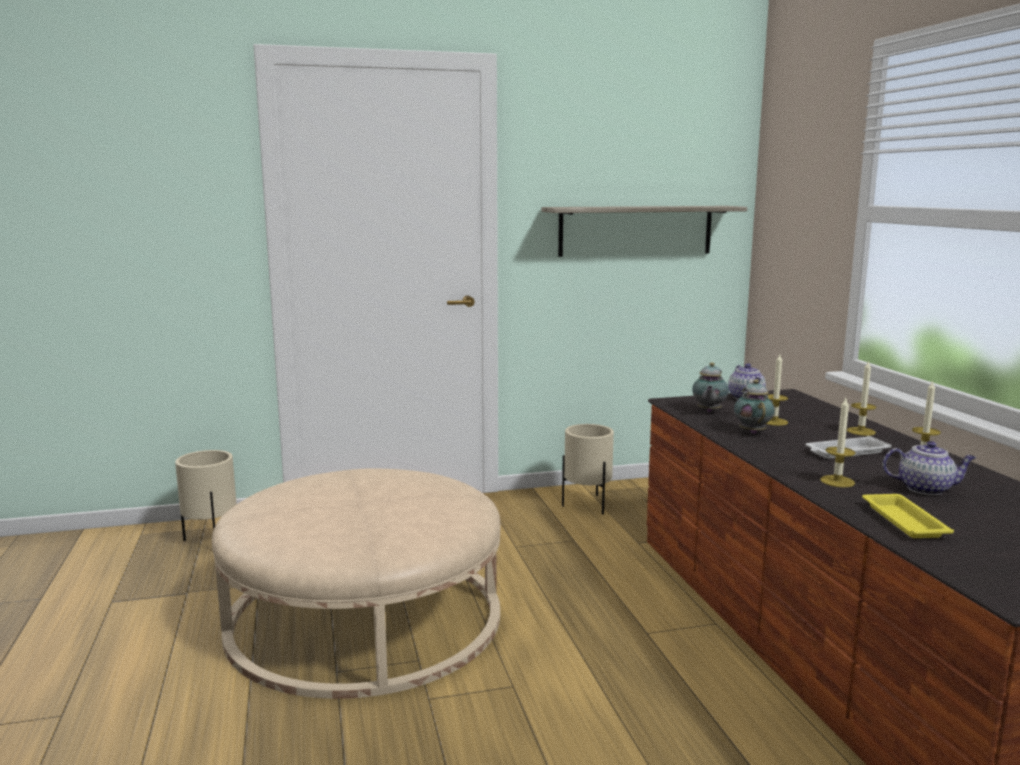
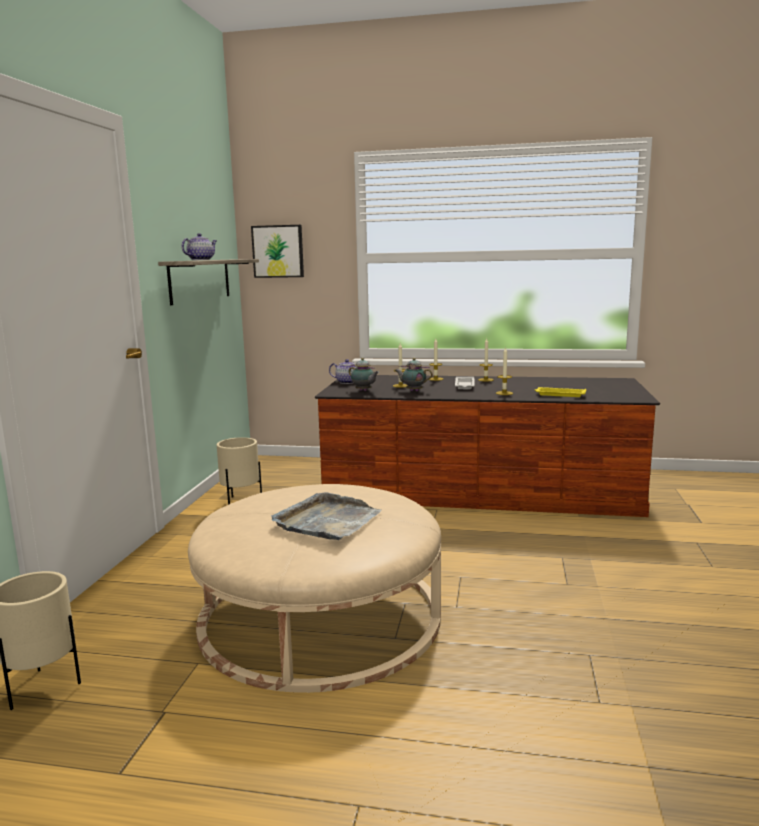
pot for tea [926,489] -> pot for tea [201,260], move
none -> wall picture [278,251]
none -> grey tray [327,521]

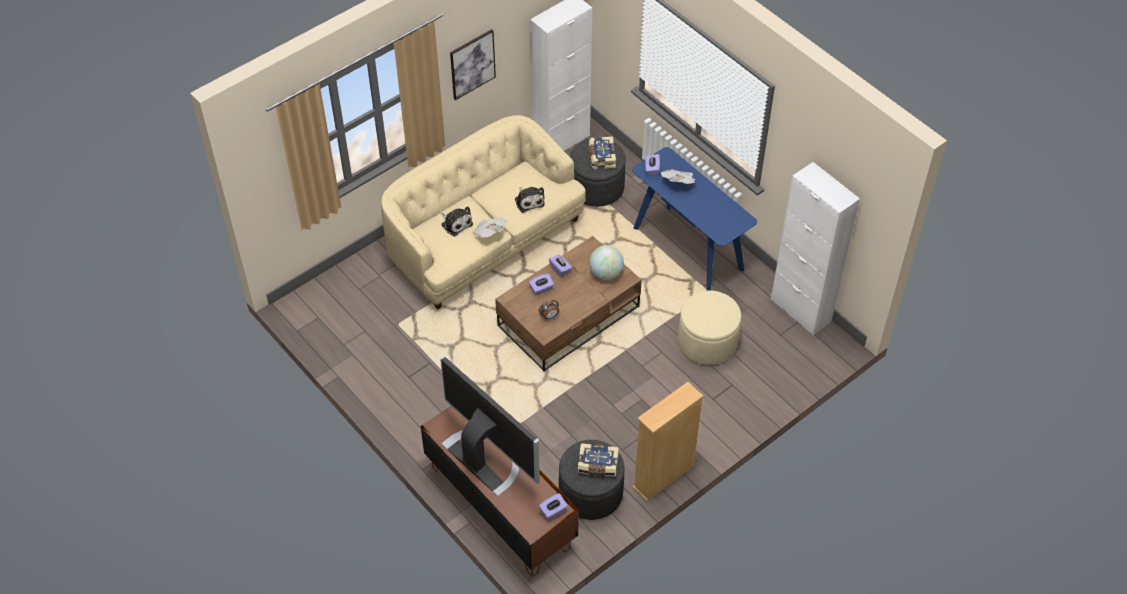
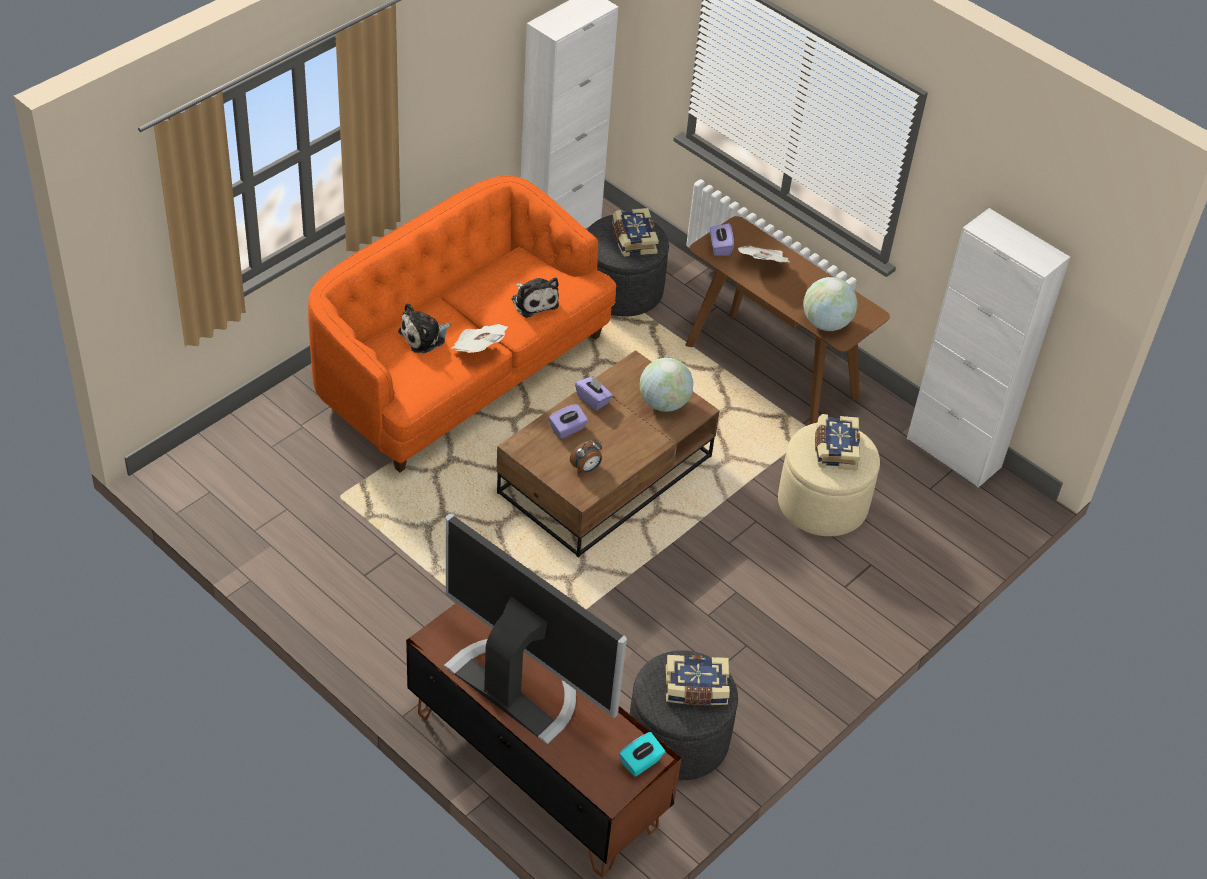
beige-coloured couch [484,240] -> orange-coloured couch [460,369]
soft toy [456,223] -> soft toy [424,336], 105 degrees clockwise
purple tissue box [553,511] -> blue-green tissue box [641,762]
bluish console table [688,248] -> brown-coloured console table [772,371]
none -> globe [826,323]
none -> book [834,449]
wall picture [472,64] -> none
beige-coloured bookcase [663,476] -> none

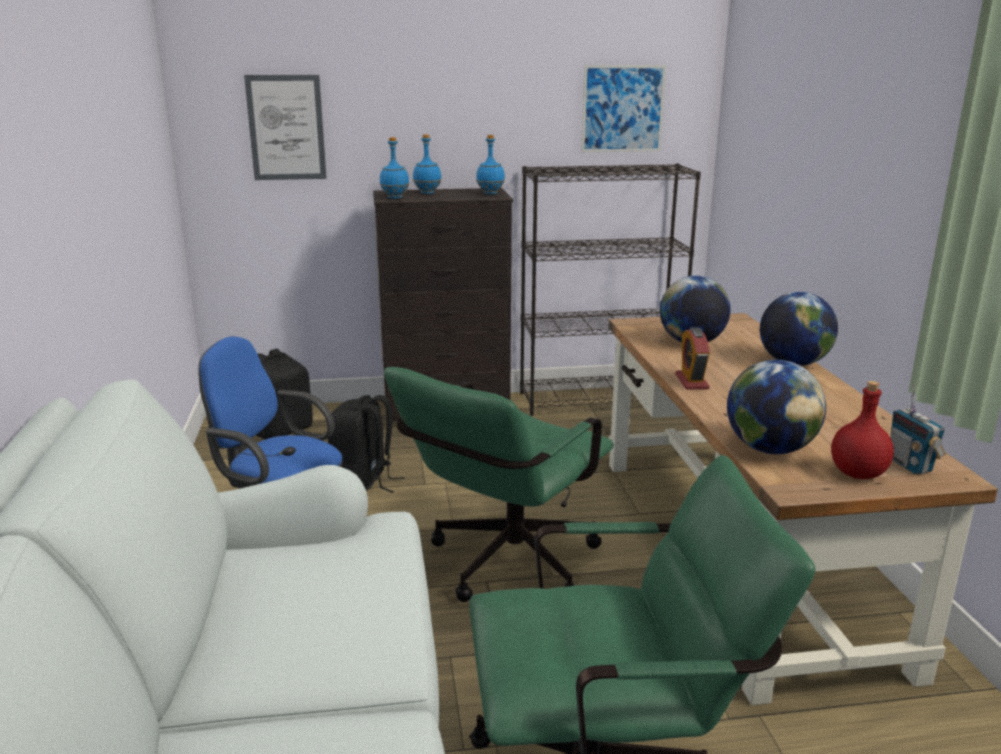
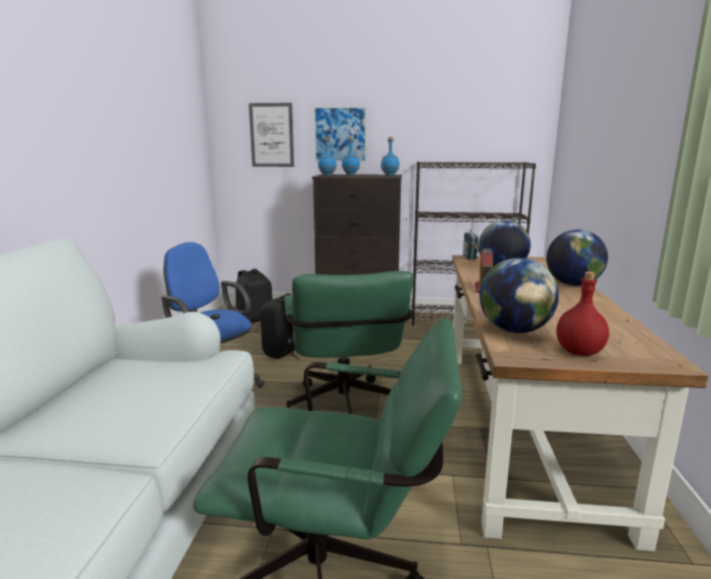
green office chair [504,567] -> green office chair [345,412], 60 degrees counterclockwise
wall picture [622,109] -> wall picture [340,134], move
radio [910,465] -> radio [470,258], move

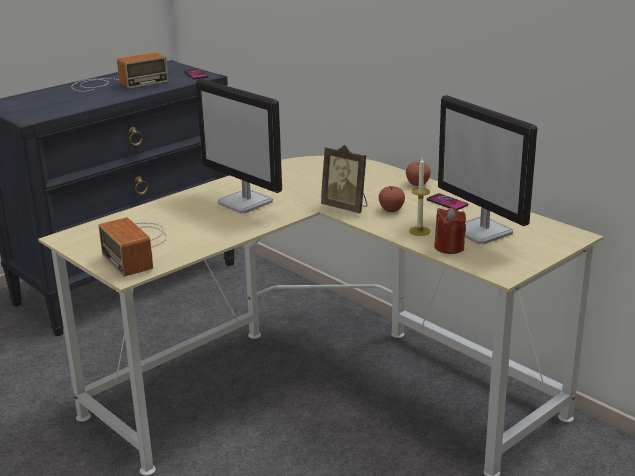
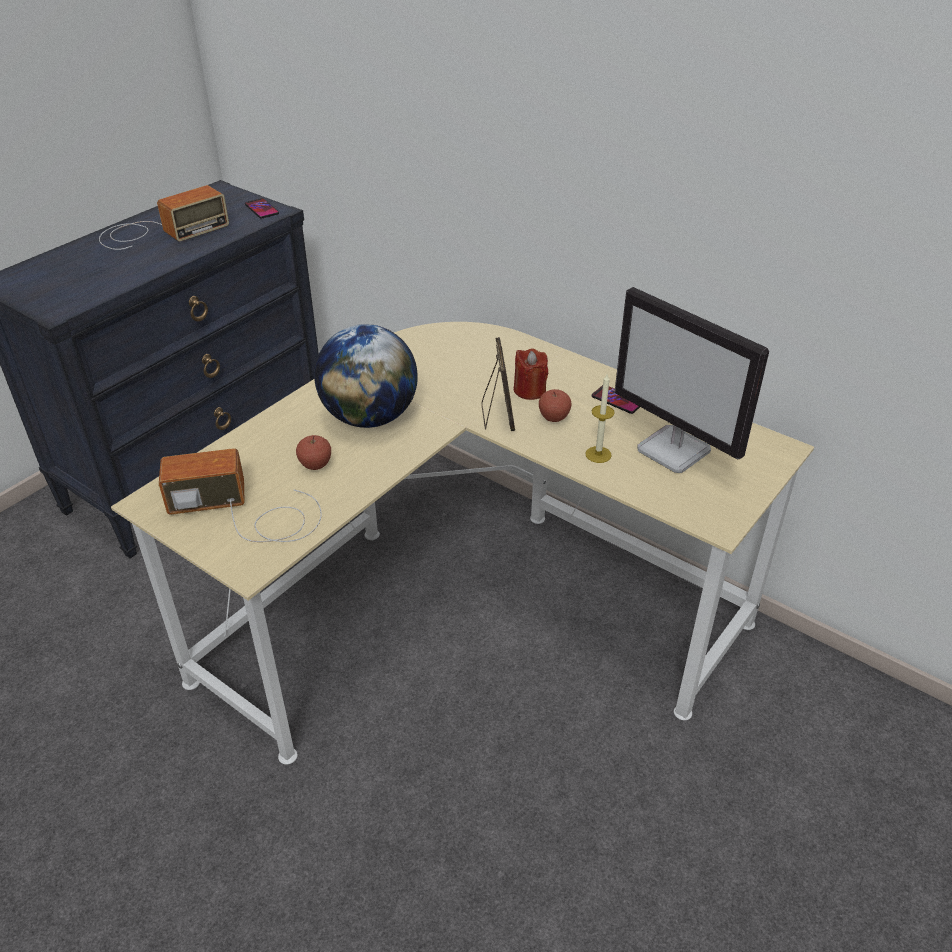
radio [136,246] -> radio [247,512], 120 degrees clockwise
apple [417,184] -> apple [315,465], move
computer screen [246,203] -> globe [369,417]
standing frame [346,207] -> standing frame [497,417], 120 degrees counterclockwise
red candle [449,247] -> red candle [529,390], move

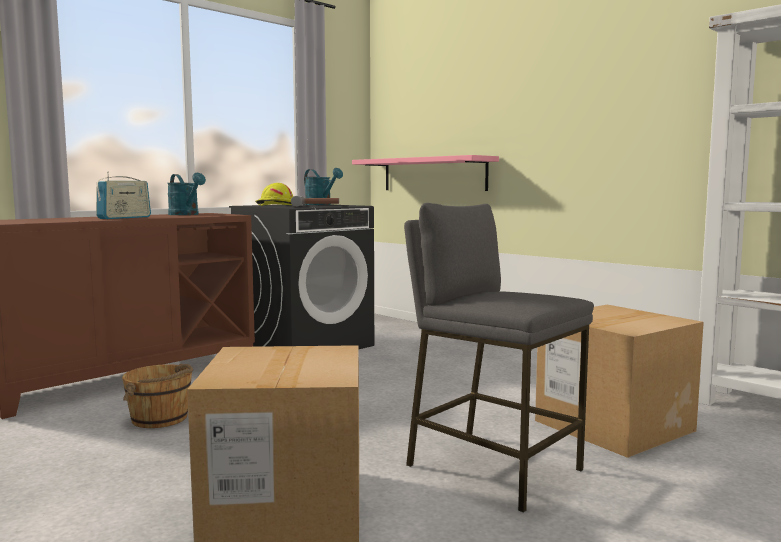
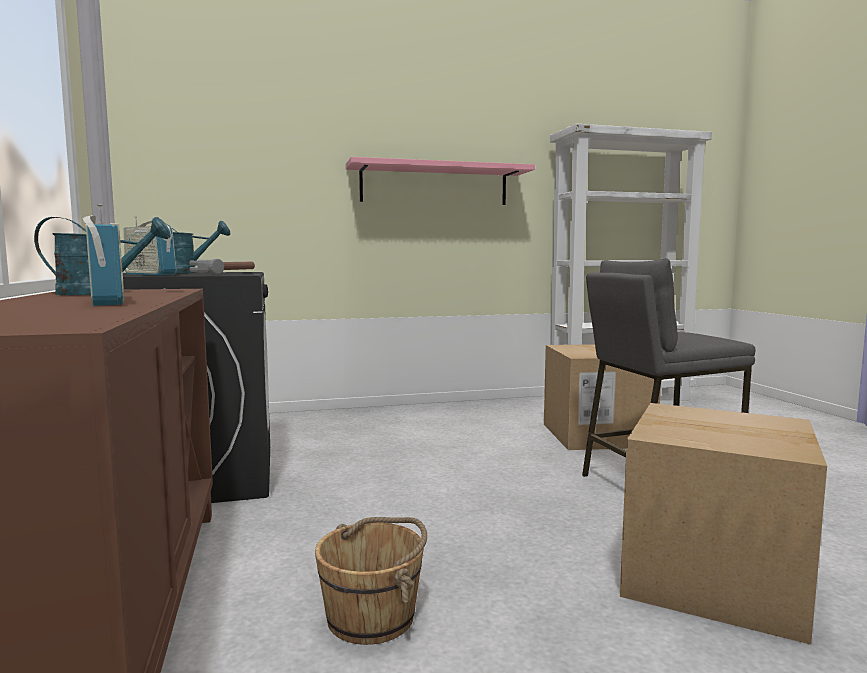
yellowish safety helmet [274,205] -> radio [150,274]
pinkish wall shelf [433,174] -> pinkish wall shelf [434,185], move

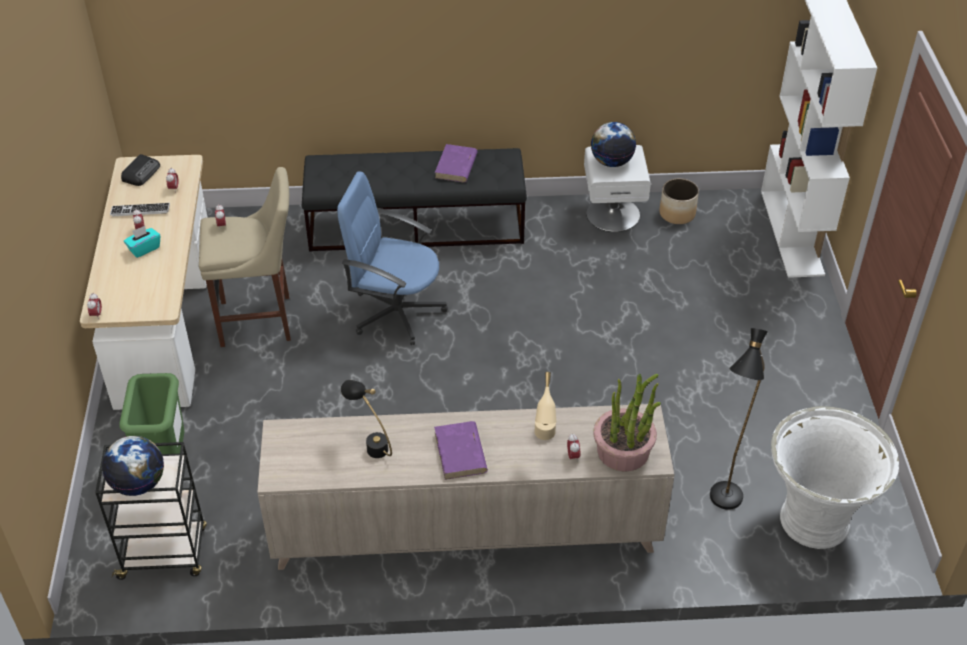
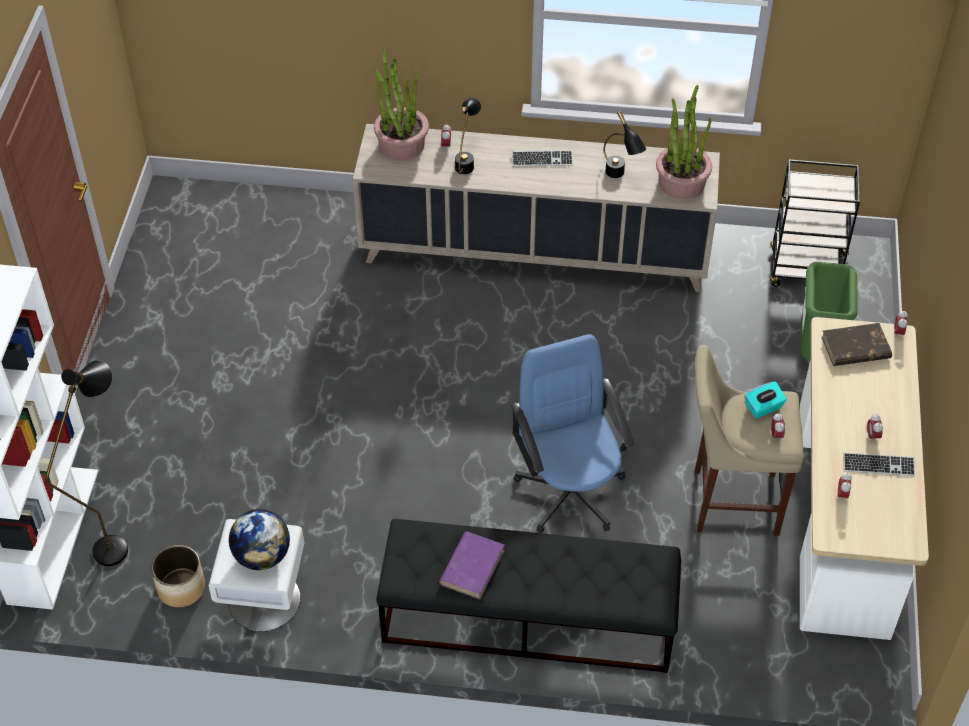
black standard lamp [723,506] -> black standard lamp [119,541], move
beige-coloured lamp for a table [544,440] -> black lamp for a table [466,161]
bluish office chair [396,311] -> bluish office chair [570,491], 135 degrees counterclockwise
purple book [460,453] -> PC keyboard [542,160]
none -> plant in a pot [681,182]
blue-green tissue box [144,248] -> blue-green tissue box [763,408], move
none -> brown-coloured book [855,348]
globe [139,484] -> none
radio [141,173] -> none
white-coloured flower pot [815,519] -> none

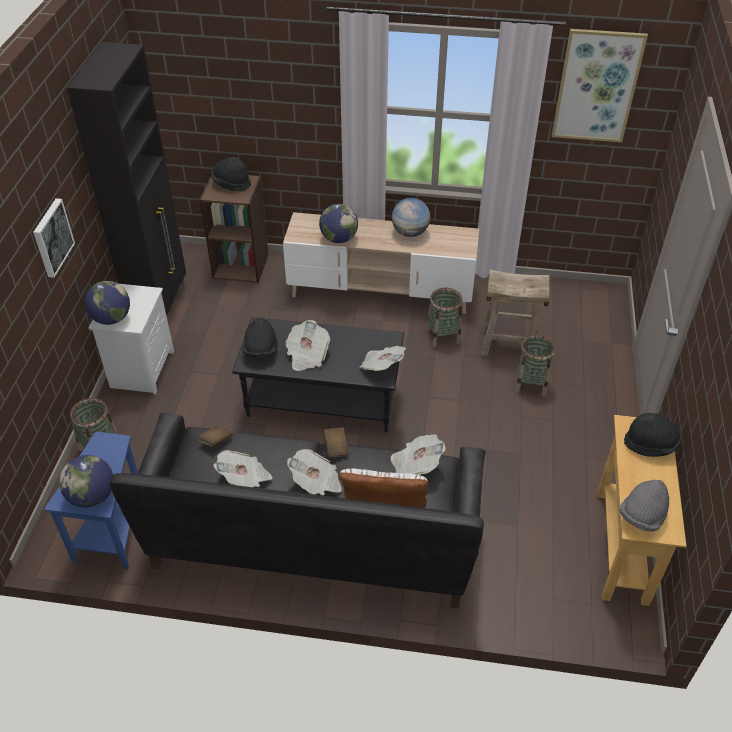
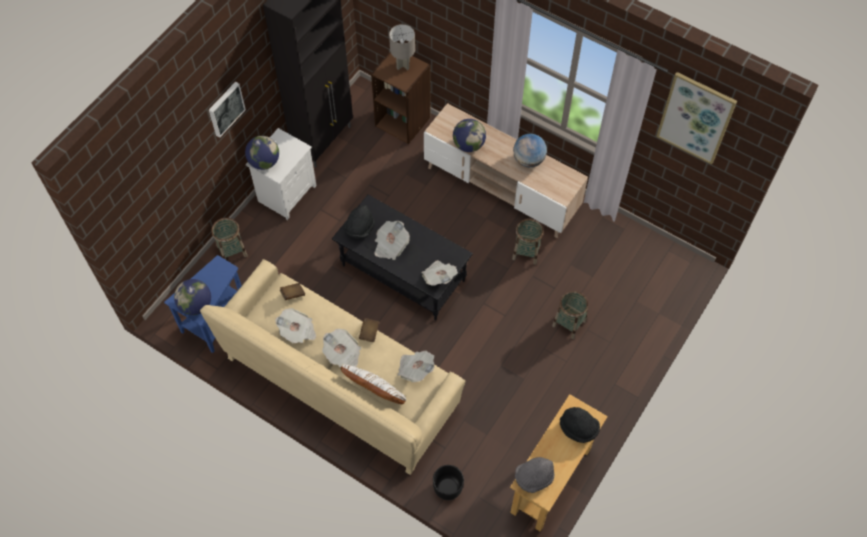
black couch [313,540] -> beige-coloured couch [340,383]
black hat [231,183] -> grey lamp for a table [403,65]
none -> black flower pot [447,488]
beige-coloured sitting stool [509,345] -> none

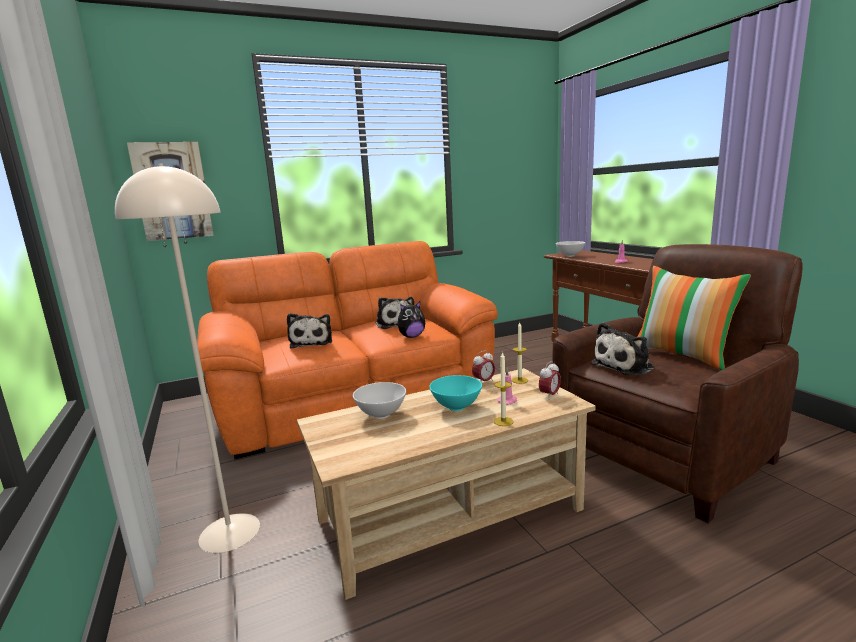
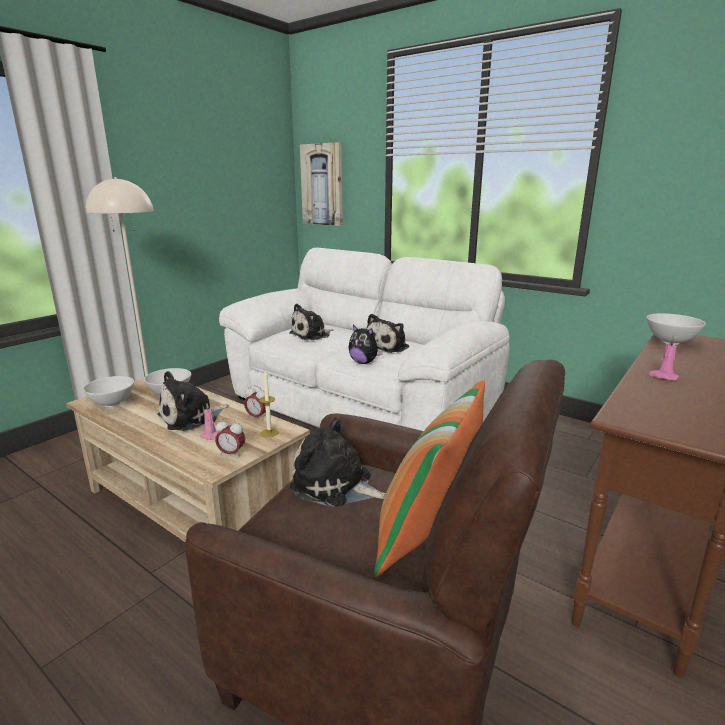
none -> white-coloured bowl [112,404]
blue-green bowl [457,407] -> soft toy [191,417]
orange-coloured couch [353,399] -> white-coloured couch [362,405]
candle [503,421] -> none

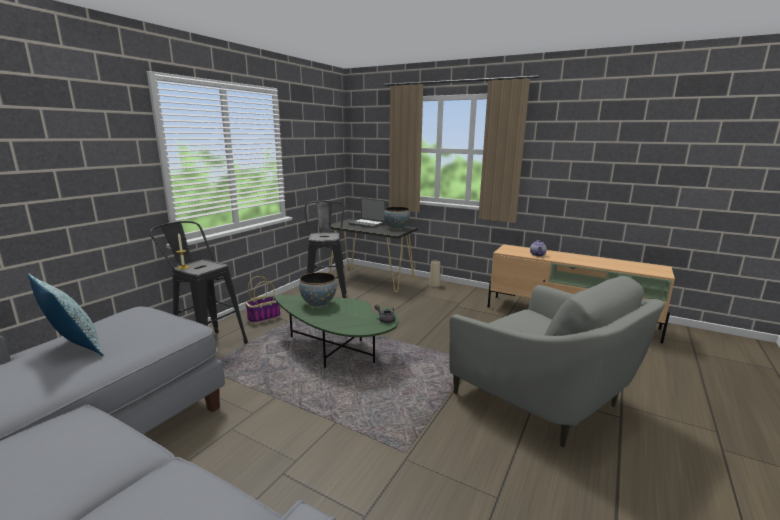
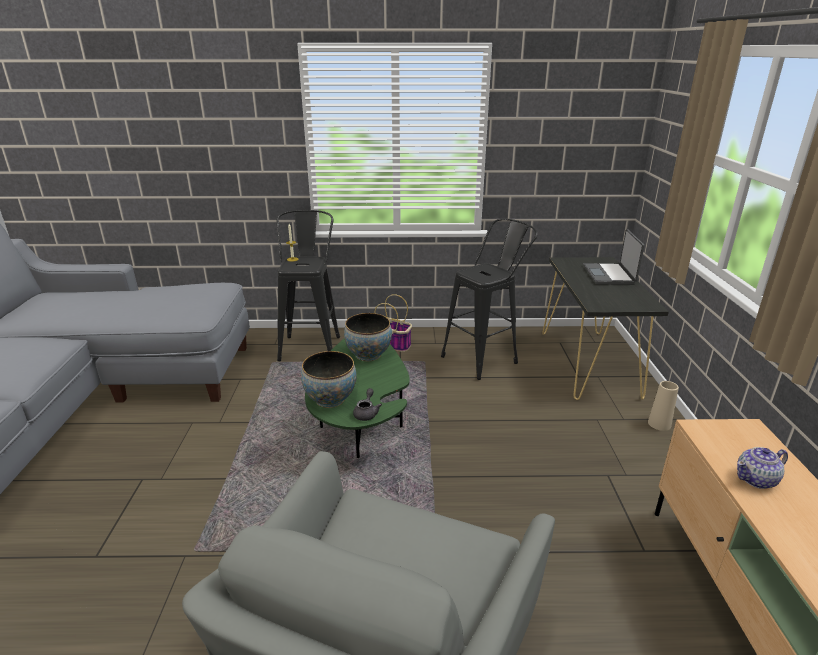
bowl [396,228] -> bowl [330,399], move
pillow [74,347] -> none

